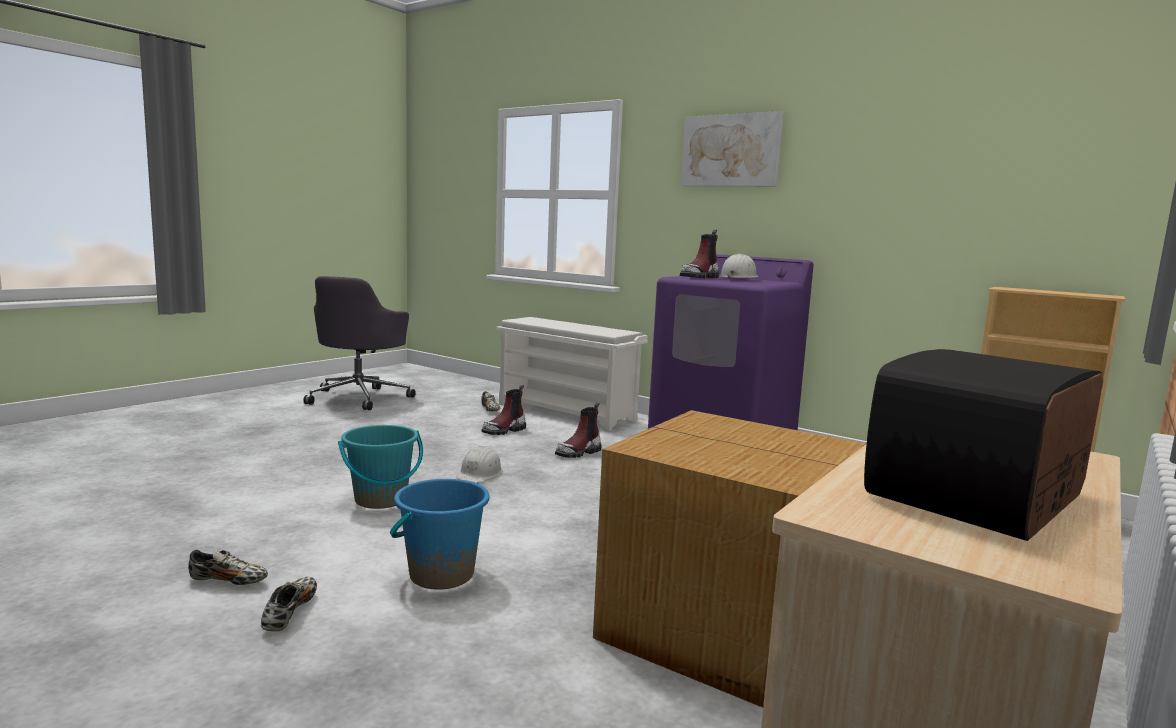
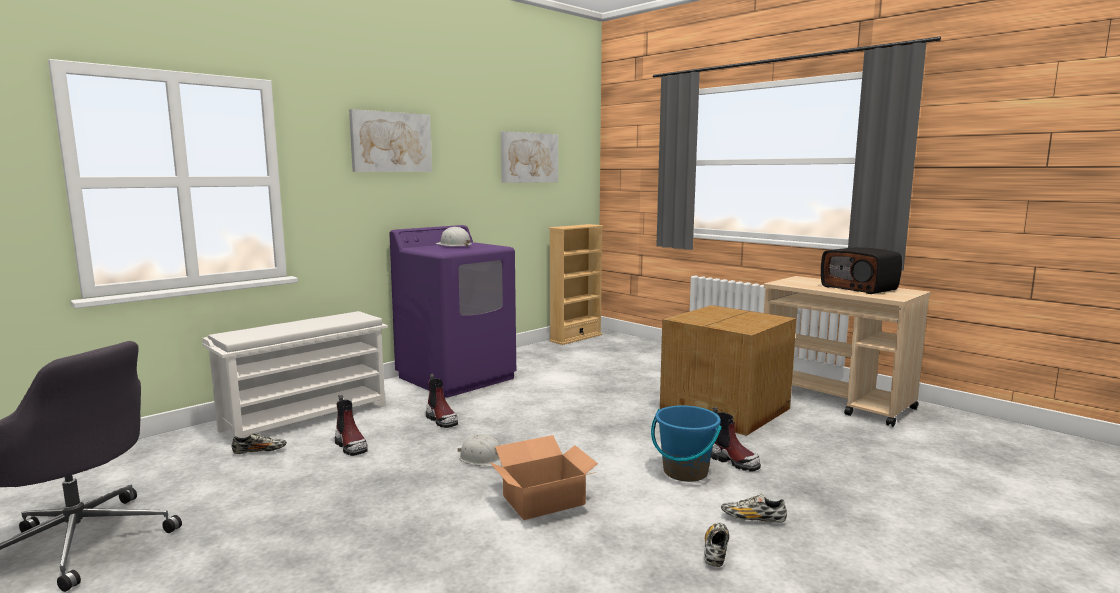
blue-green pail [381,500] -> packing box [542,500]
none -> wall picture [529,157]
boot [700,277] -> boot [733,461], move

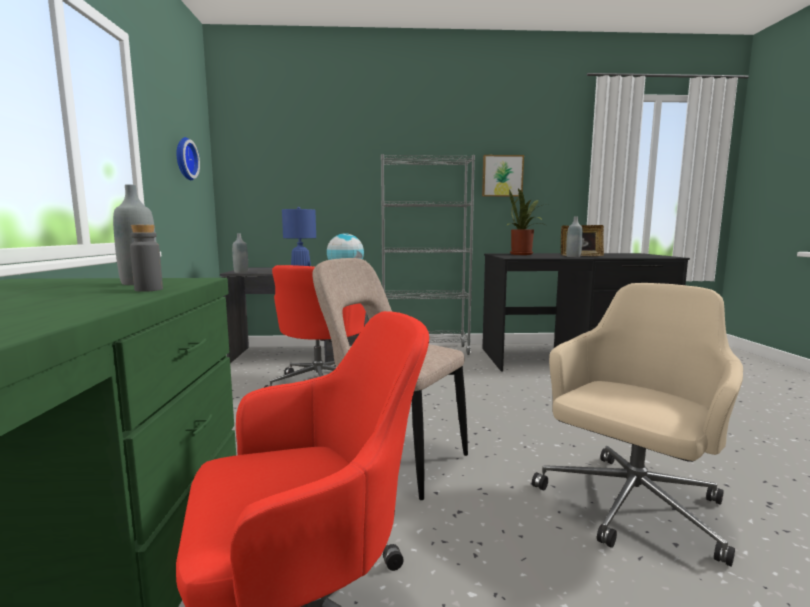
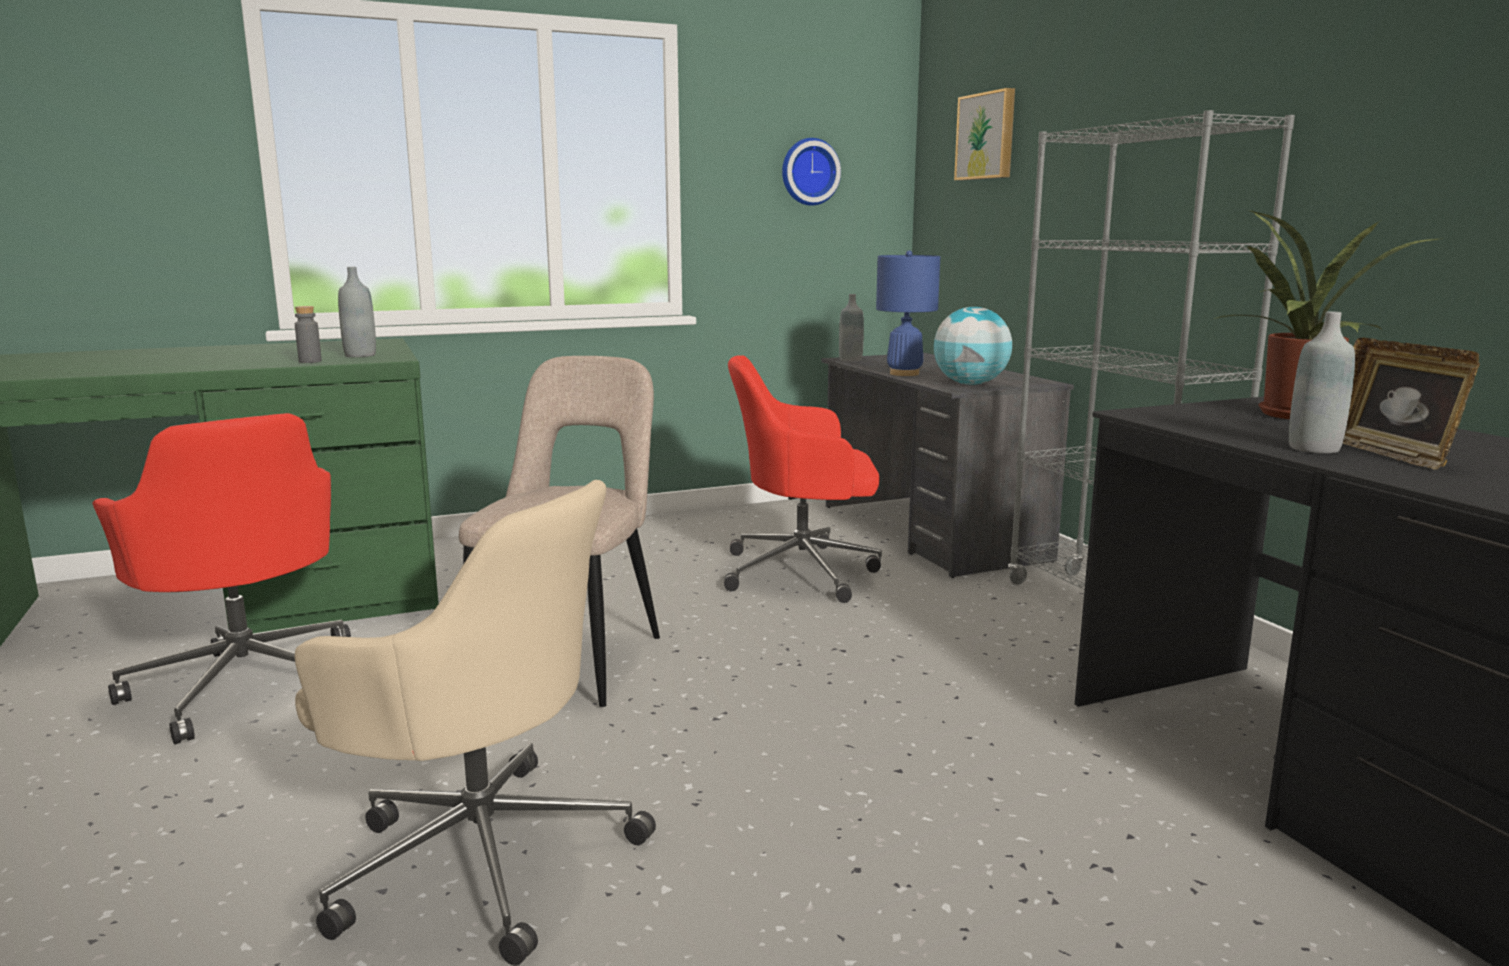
wall picture [502,176] -> wall picture [987,136], move

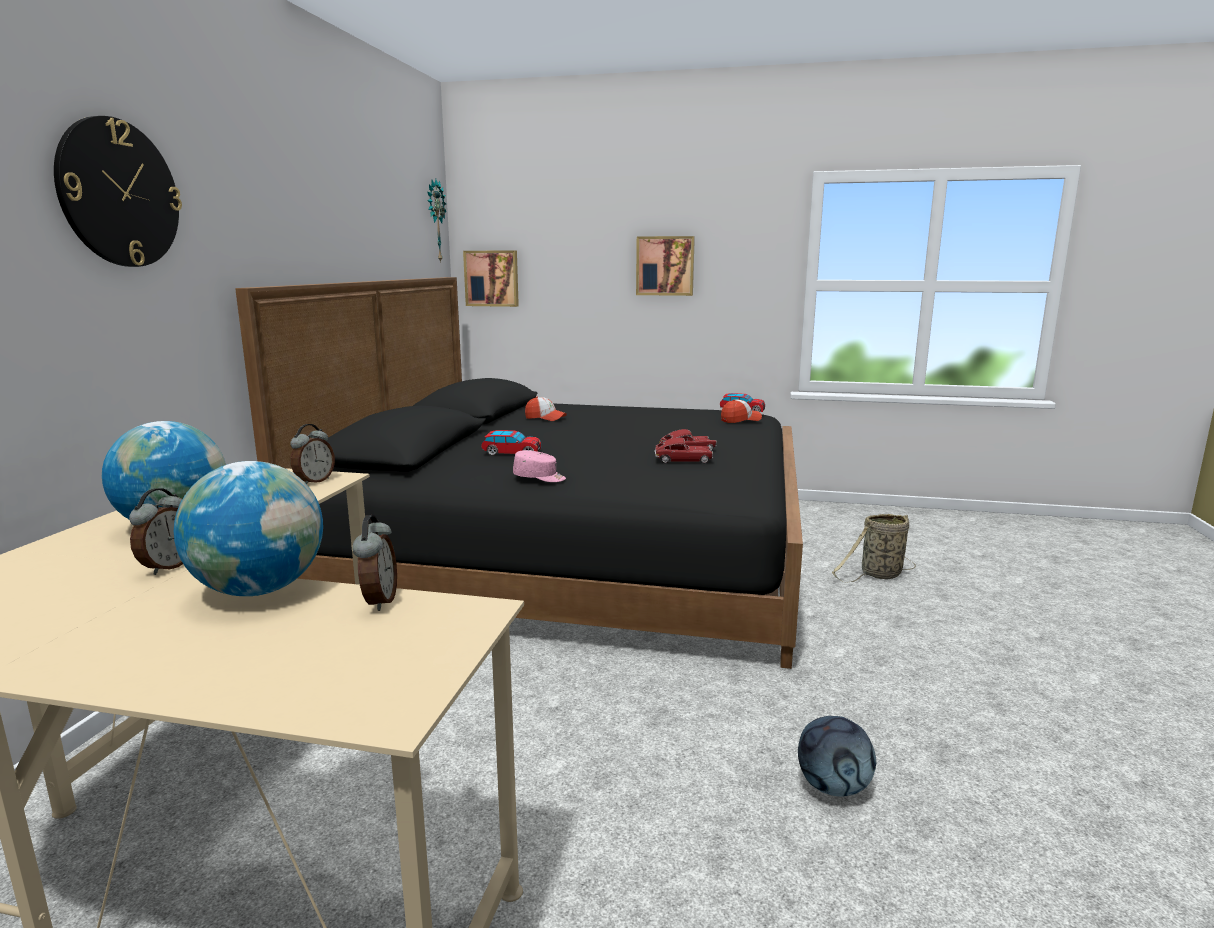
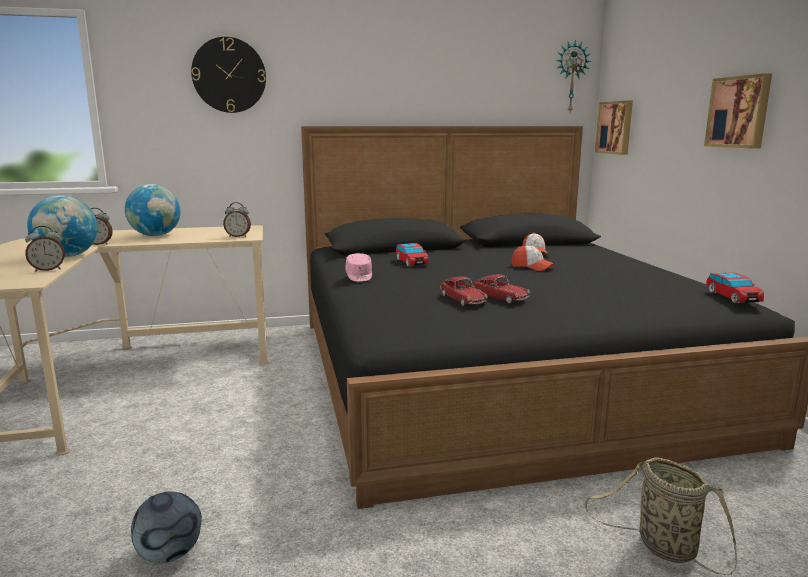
peaked cap [740,420] -> peaked cap [532,267], move

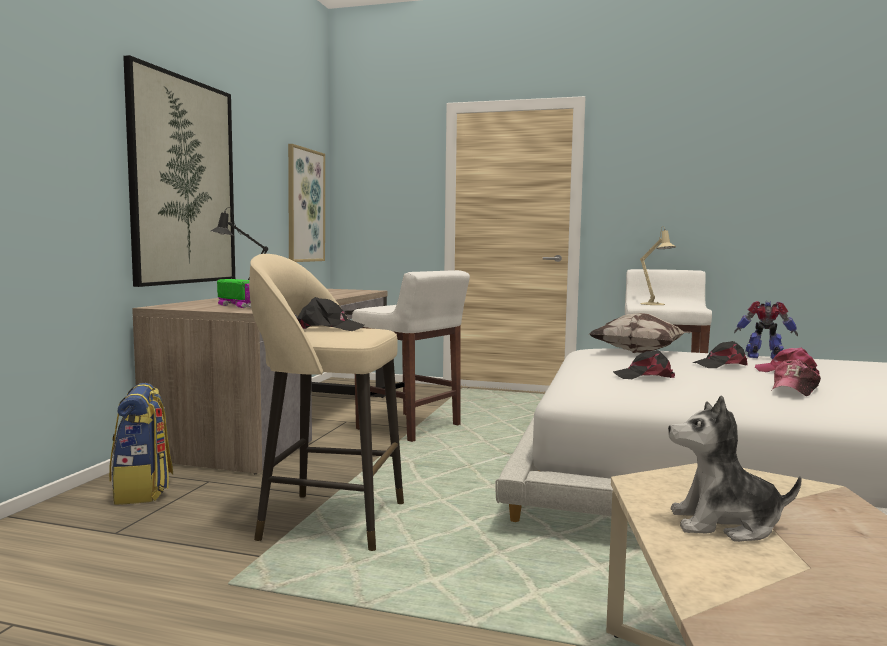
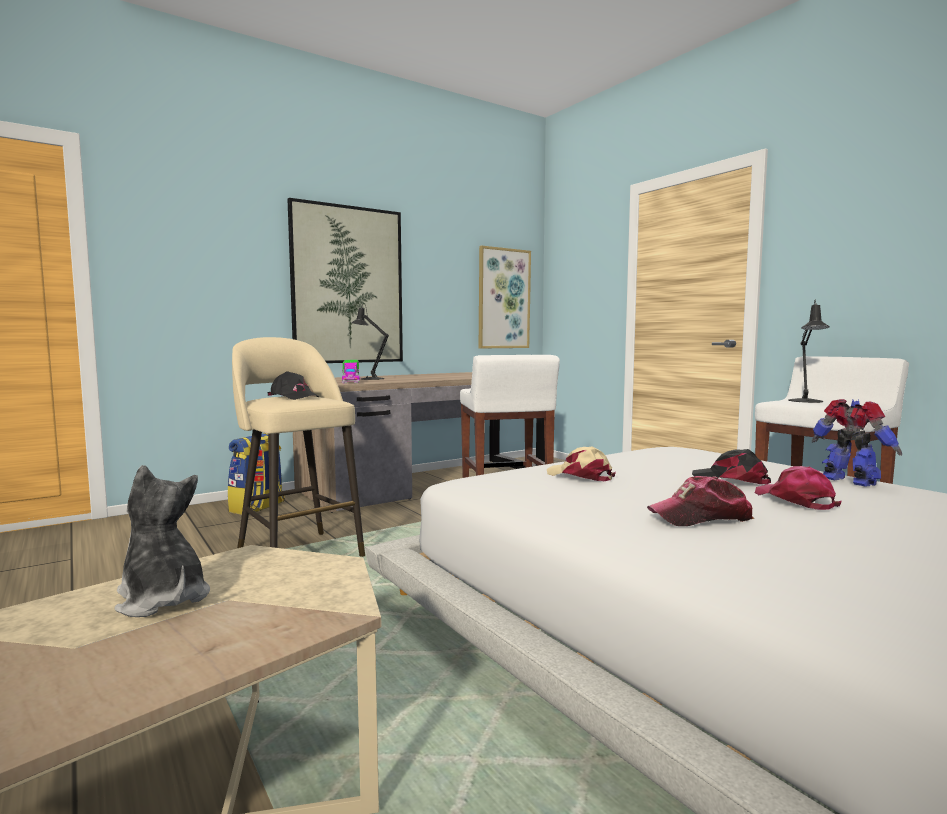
black peaked cap [645,376] -> beige-coloured peaked cap [580,476]
beige-coloured lamp for a table [655,304] -> black lamp for a table [806,401]
pillow [640,352] -> none

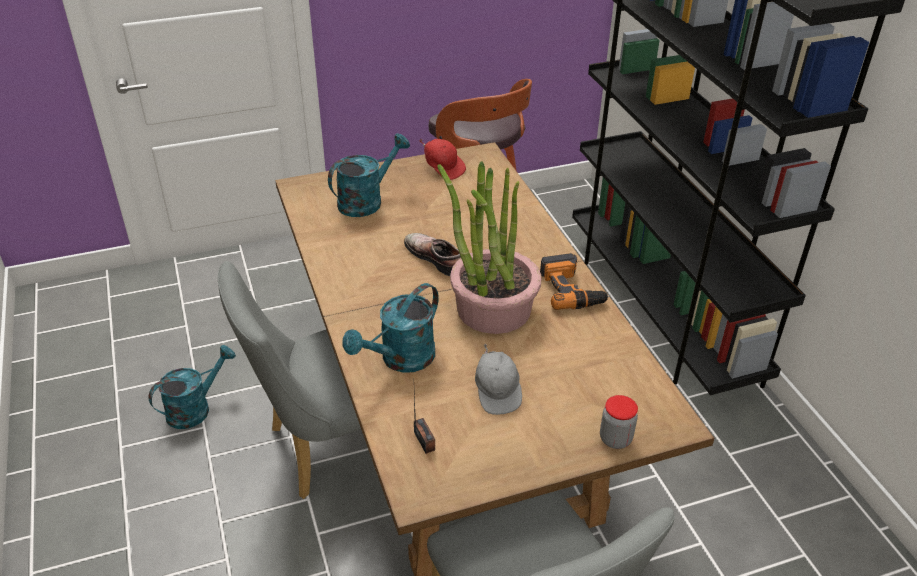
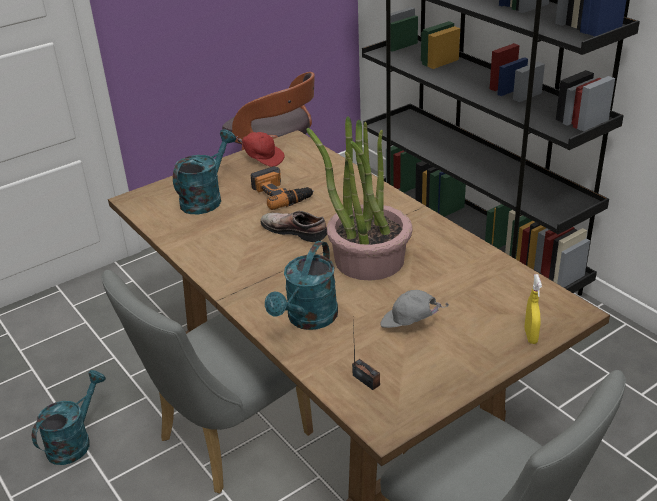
power drill [571,289] -> power drill [281,194], move
grey peaked cap [497,392] -> grey peaked cap [409,324], 135 degrees clockwise
jar [615,439] -> yellowish sprayer [530,336]

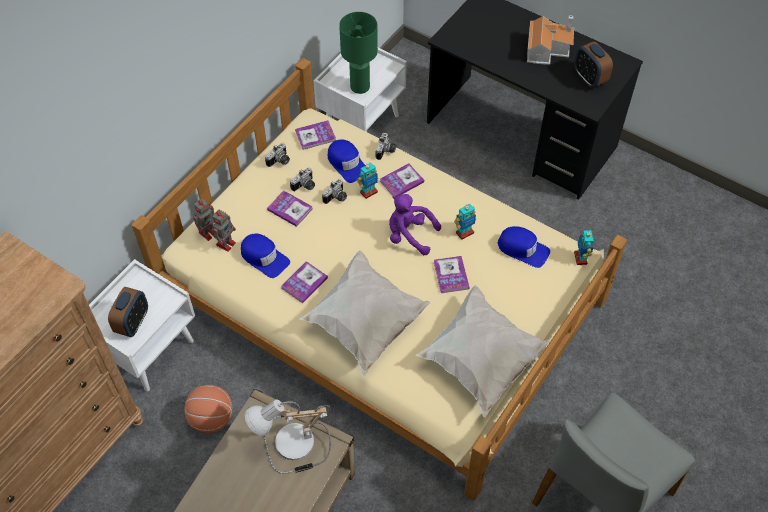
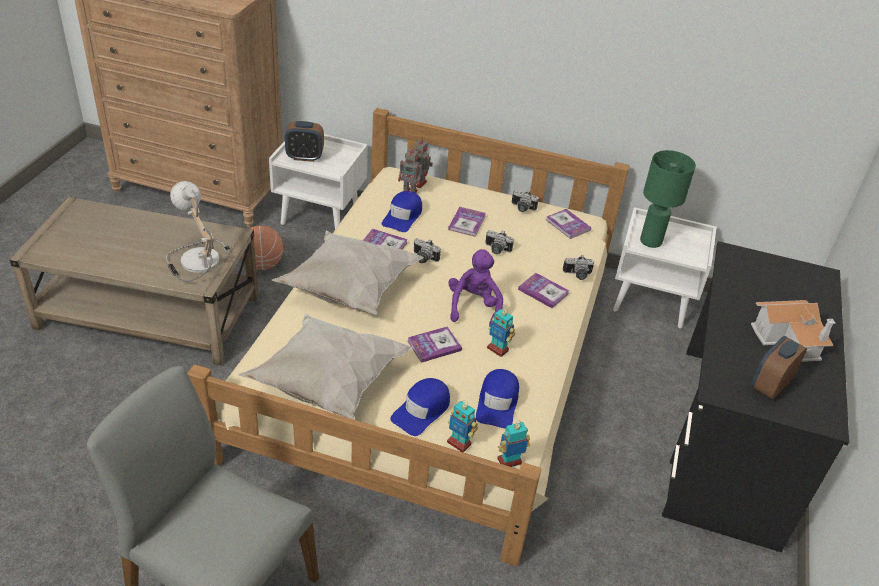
bluish peaked cap [347,163] -> bluish peaked cap [422,410], move
still camera [305,186] -> still camera [423,258], move
toy robot [368,192] -> toy robot [459,443], move

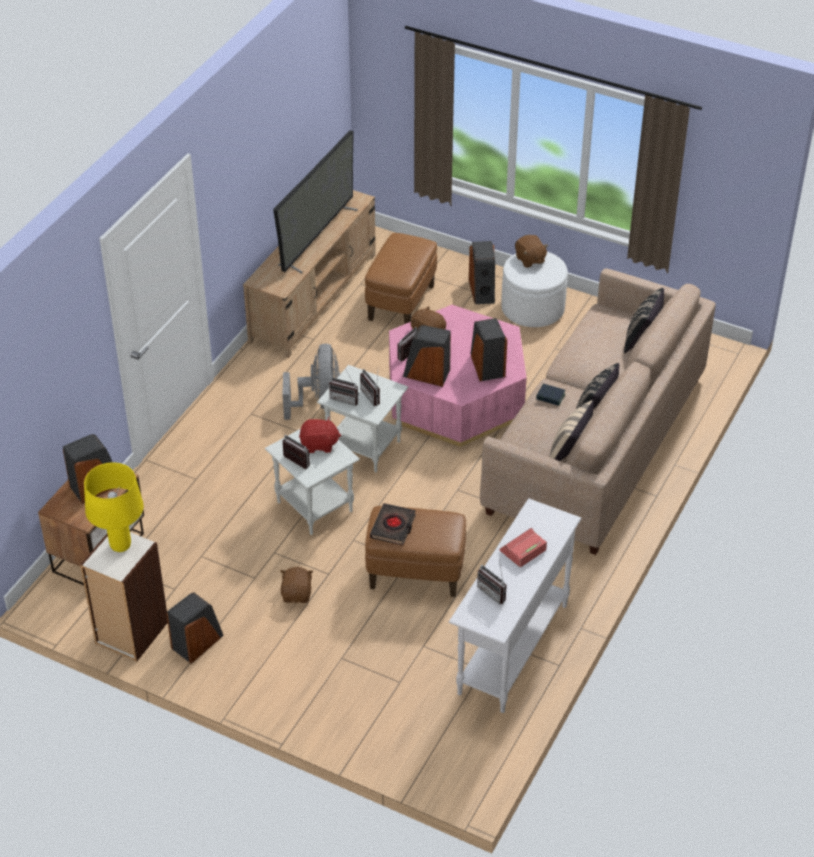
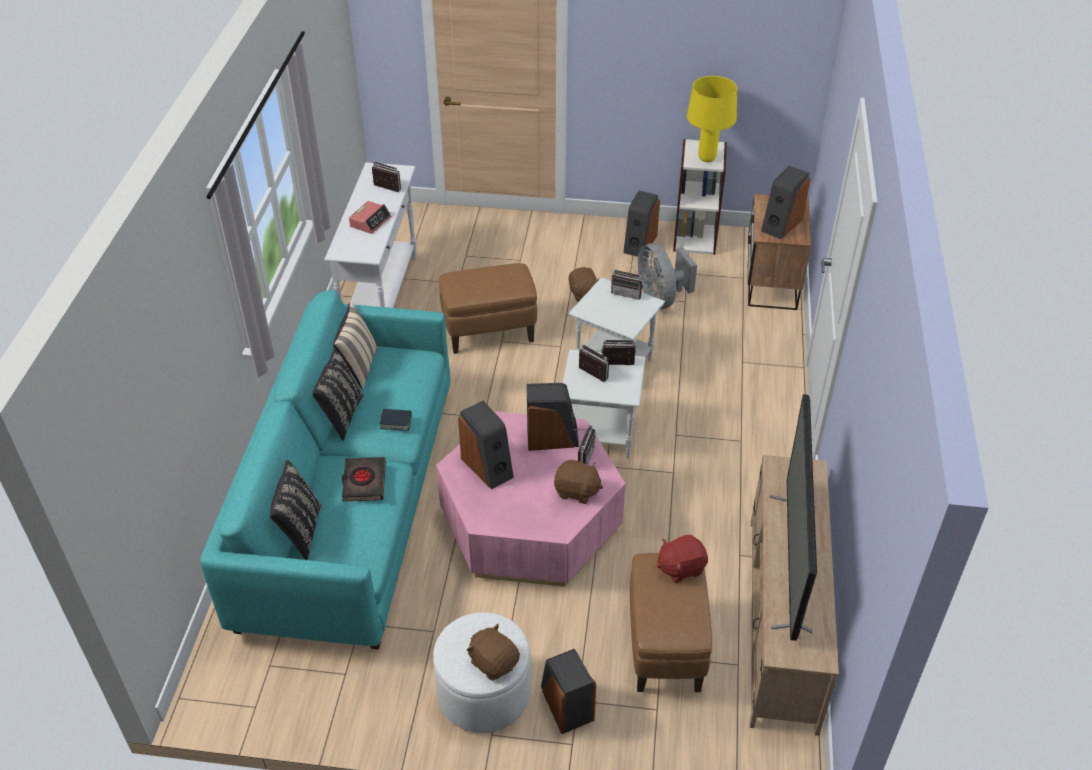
beige-coloured couch [596,445] -> blue-green couch [349,506]
black book [393,527] -> black book [364,482], move
grey fan [318,402] -> grey fan [661,298], move
red soft toy [319,445] -> red soft toy [680,567], move

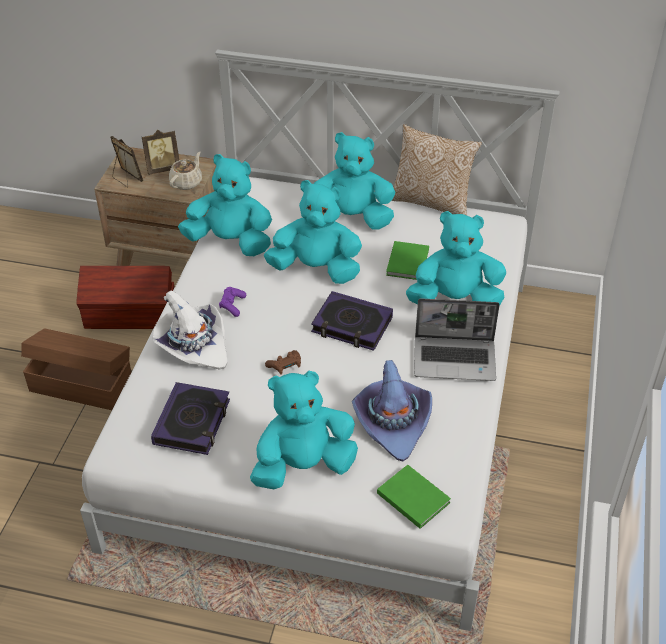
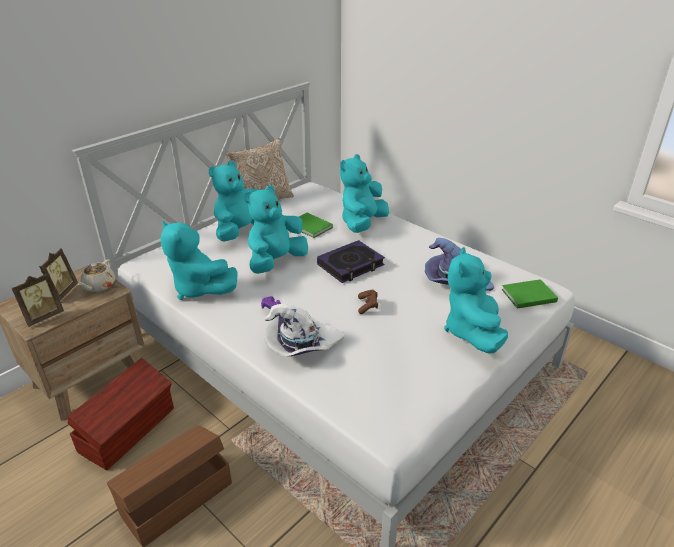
standing frame [126,179] -> standing frame [43,316], 150 degrees clockwise
beige-coloured pot for tea [186,182] -> beige-coloured pot for tea [99,286], 135 degrees counterclockwise
blue-green soft toy [230,242] -> blue-green soft toy [199,289], 90 degrees counterclockwise
book [192,422] -> none
laptop [455,359] -> none

